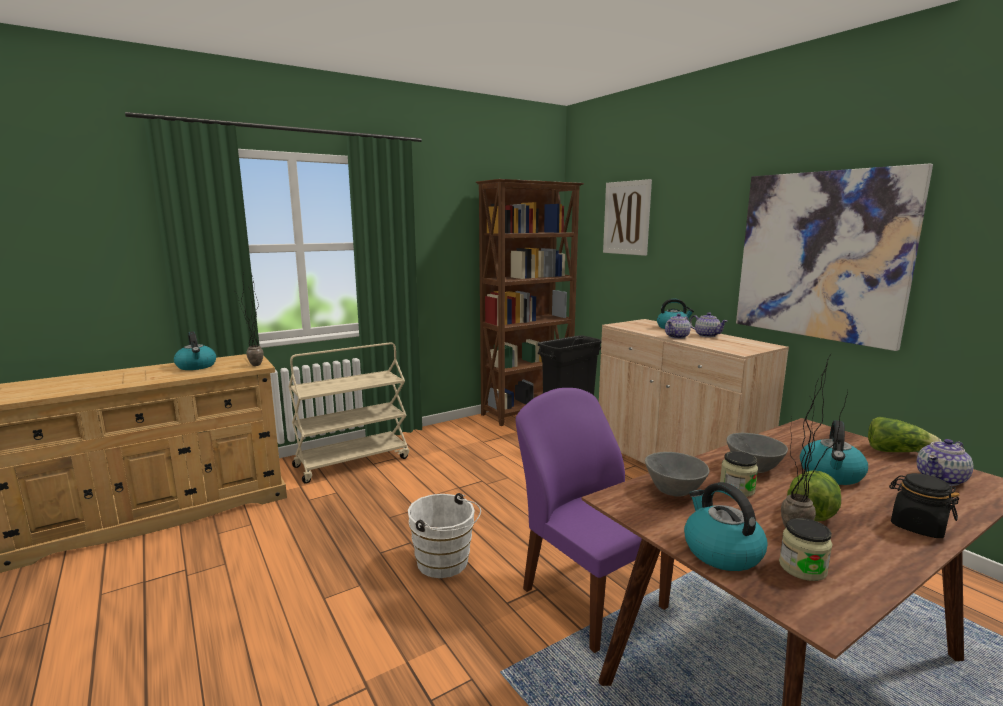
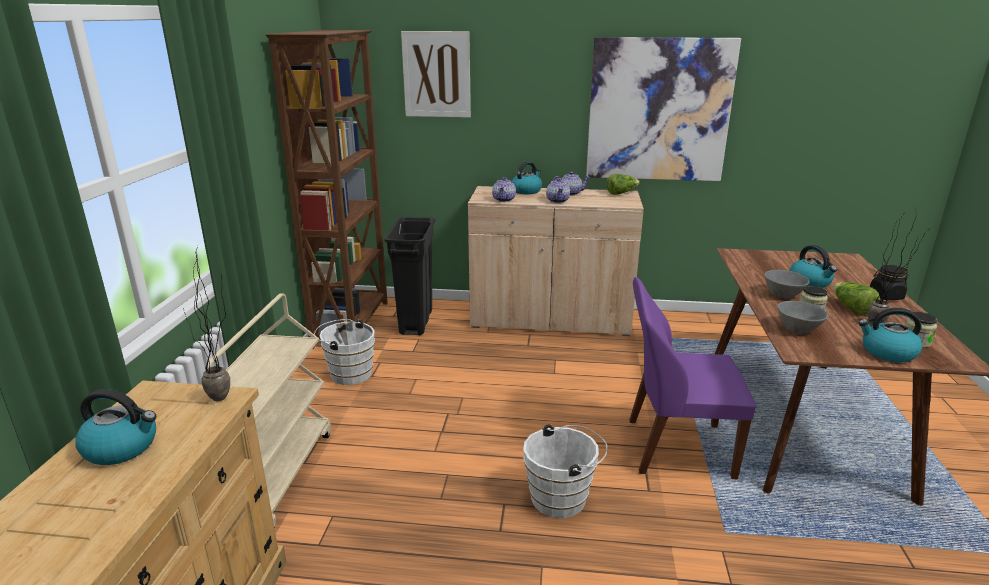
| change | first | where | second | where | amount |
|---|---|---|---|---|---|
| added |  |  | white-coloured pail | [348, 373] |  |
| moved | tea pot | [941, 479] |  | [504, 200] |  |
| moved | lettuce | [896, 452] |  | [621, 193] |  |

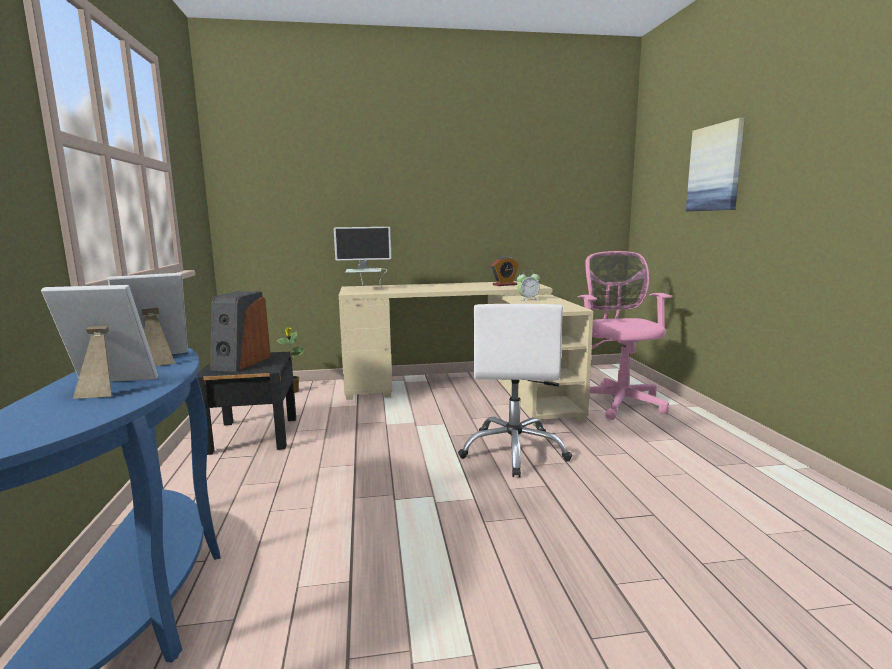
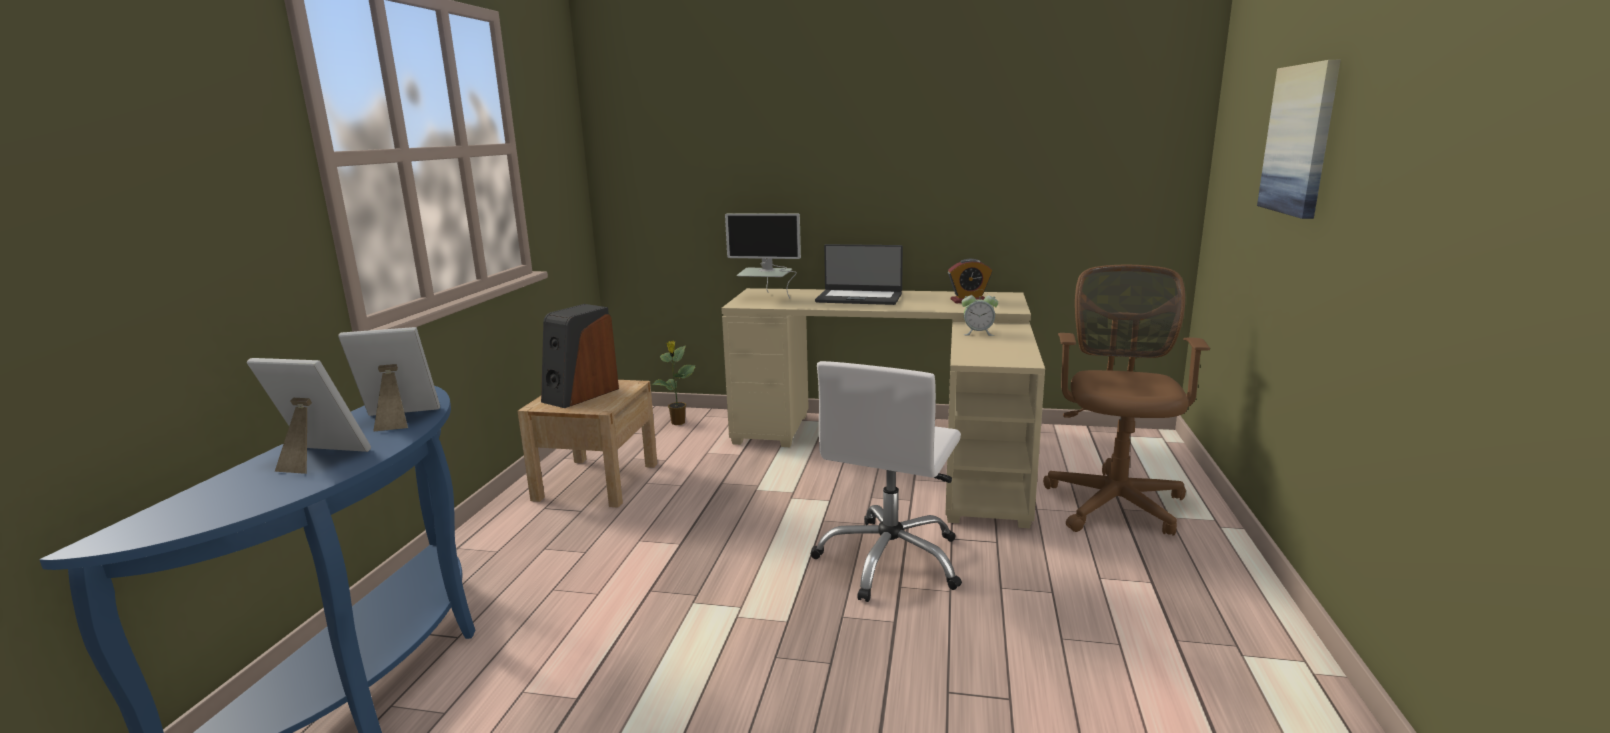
| change | first | where | second | where | amount |
|---|---|---|---|---|---|
| recoloured | black night table | [253, 435] | beige night table | [597, 481] |  |
| added |  |  | portable computer | [859, 298] |  |
| recoloured | pinkish office chair | [620, 401] | brown-coloured office chair | [1114, 501] |  |

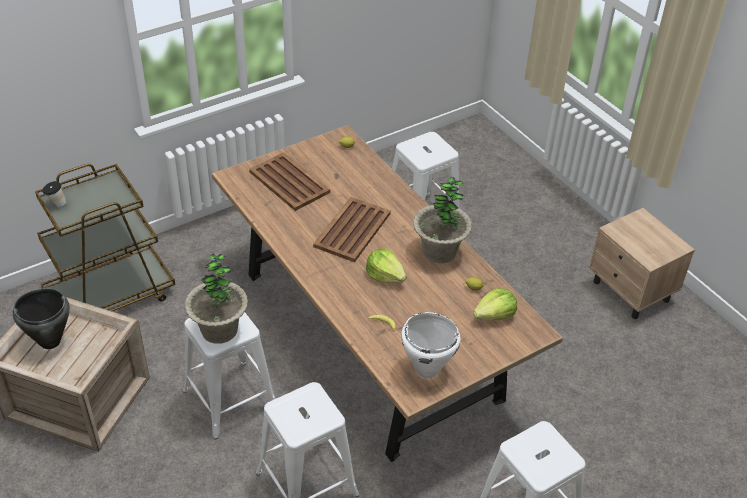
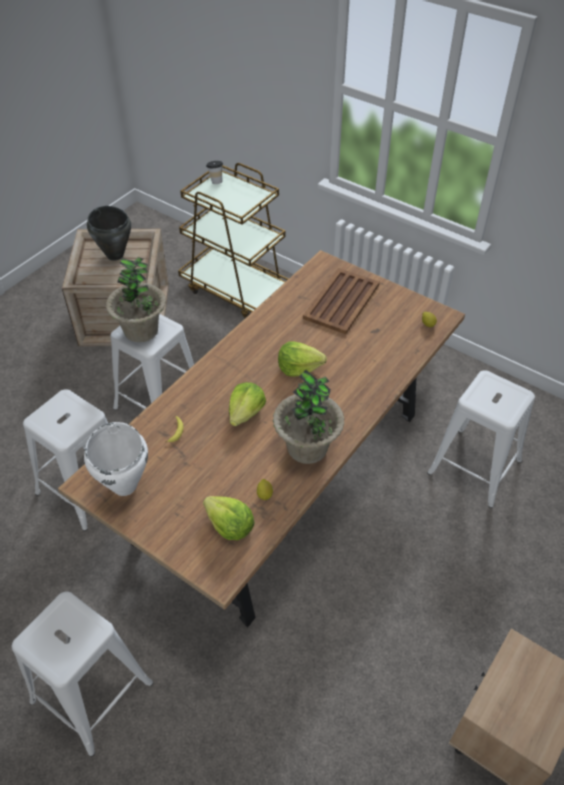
| change | first | where | second | where | amount |
|---|---|---|---|---|---|
| replaced | brown-coloured tray | [352, 230] | lettuce | [299, 367] |  |

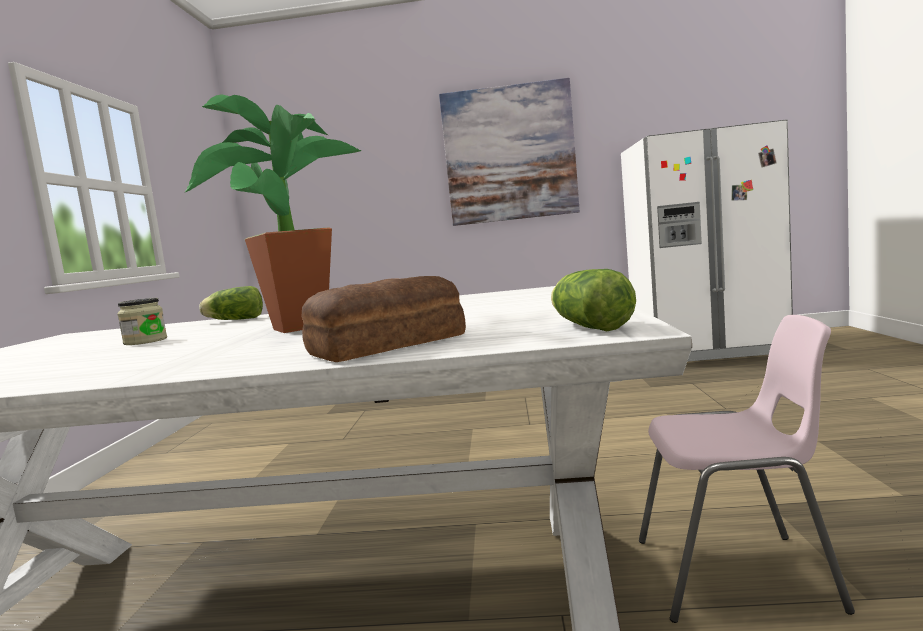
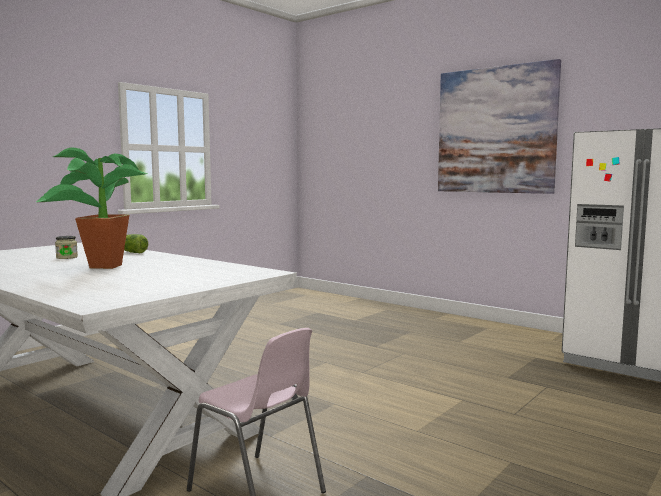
| change | first | where | second | where | amount |
|---|---|---|---|---|---|
| removed | bakery bread | [391, 345] |  |  |  |
| removed | lettuce | [588, 326] |  |  |  |

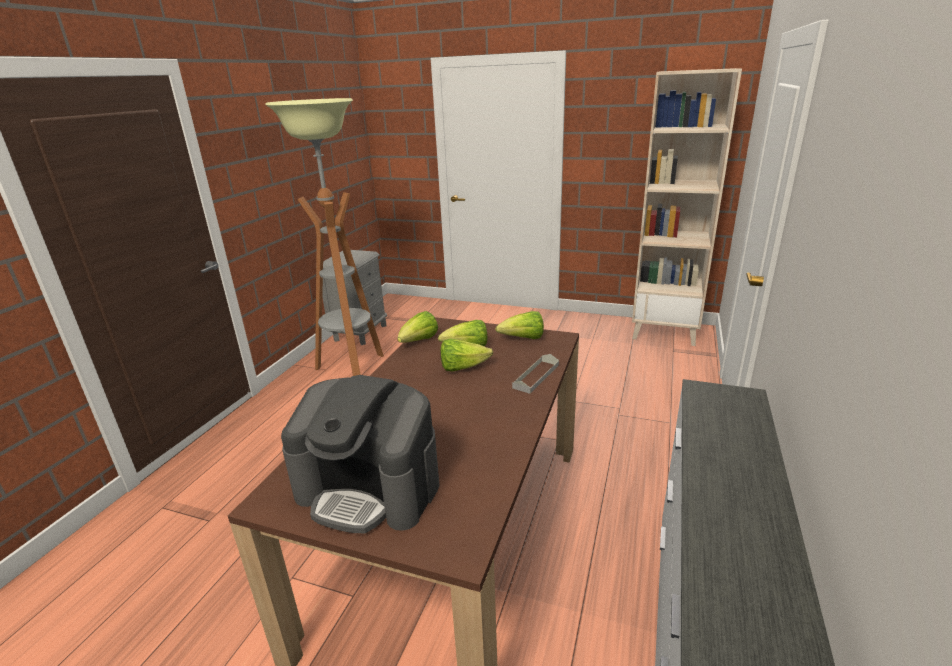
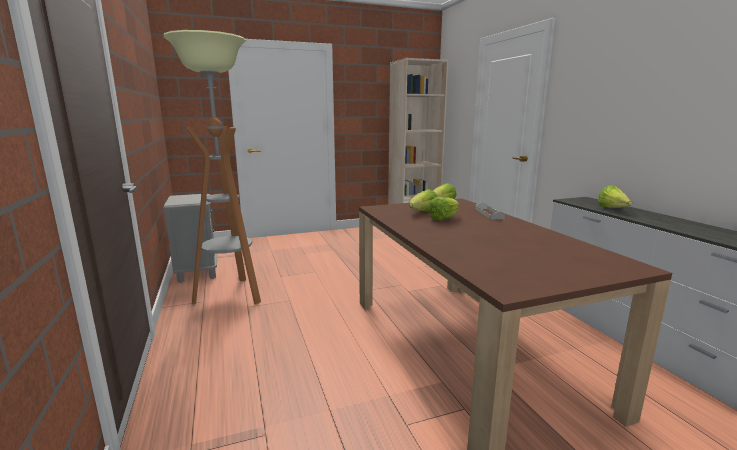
| change | first | where | second | where | amount |
|---|---|---|---|---|---|
| moved | lettuce | [419, 341] |  | [613, 209] |  |
| removed | coffee maker | [370, 488] |  |  |  |

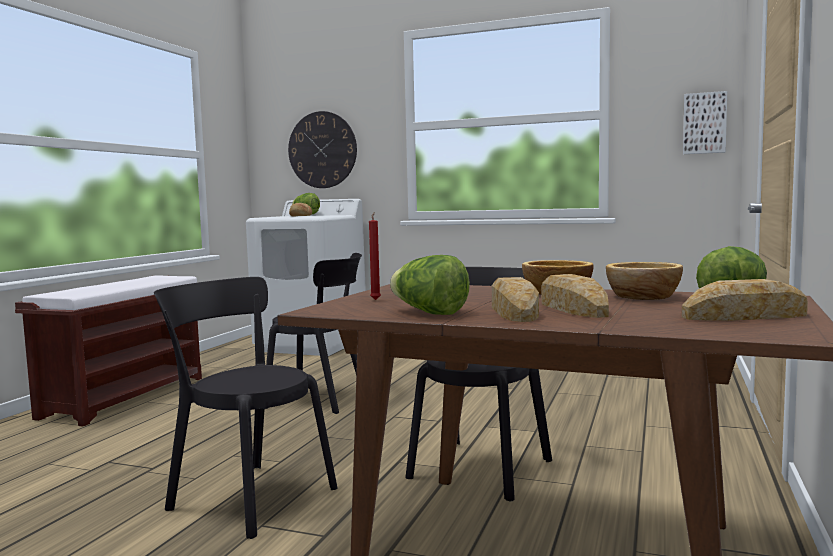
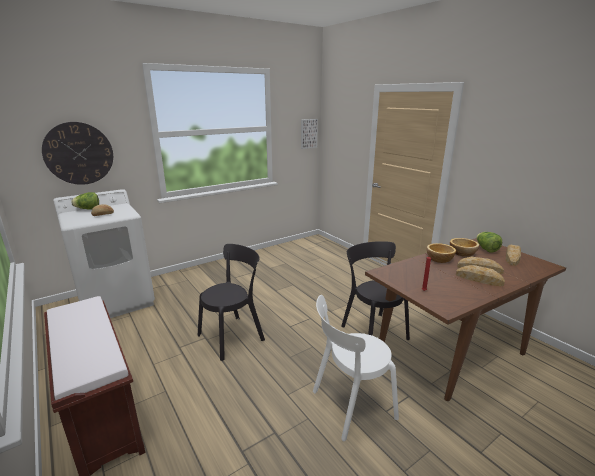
| change | first | where | second | where | amount |
|---|---|---|---|---|---|
| recoloured | black plain chair | [248, 496] | white-coloured plain chair | [350, 405] |  |
| removed | lettuce | [429, 313] |  |  |  |

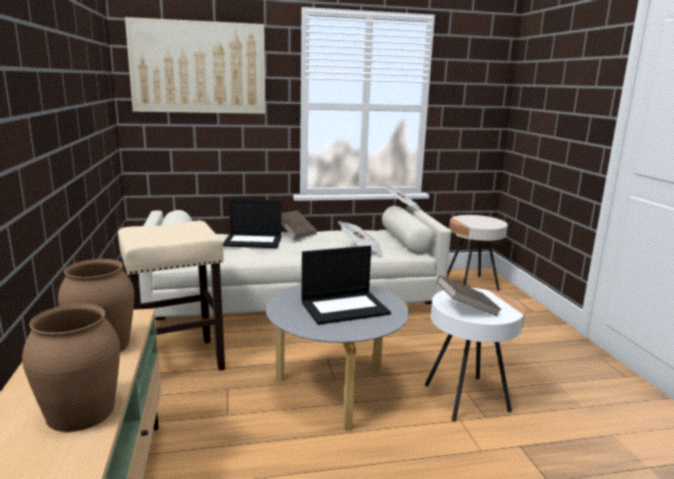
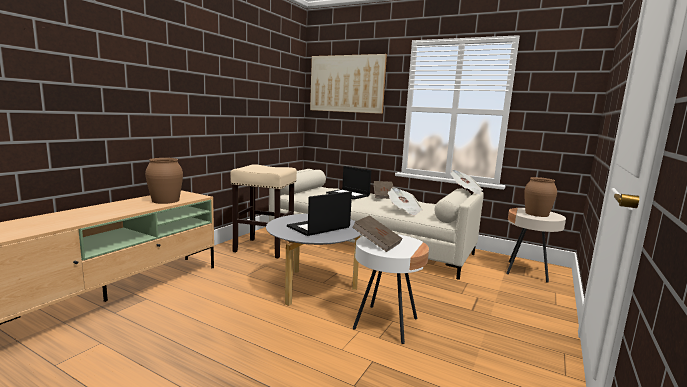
| change | first | where | second | where | amount |
|---|---|---|---|---|---|
| turned | portable computer | [345, 307] |  | [318, 227] | 120 degrees clockwise |
| moved | brown-coloured decorative vase | [80, 411] |  | [536, 214] |  |

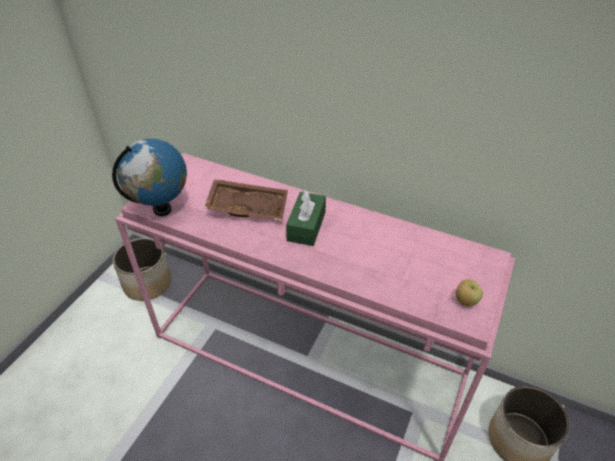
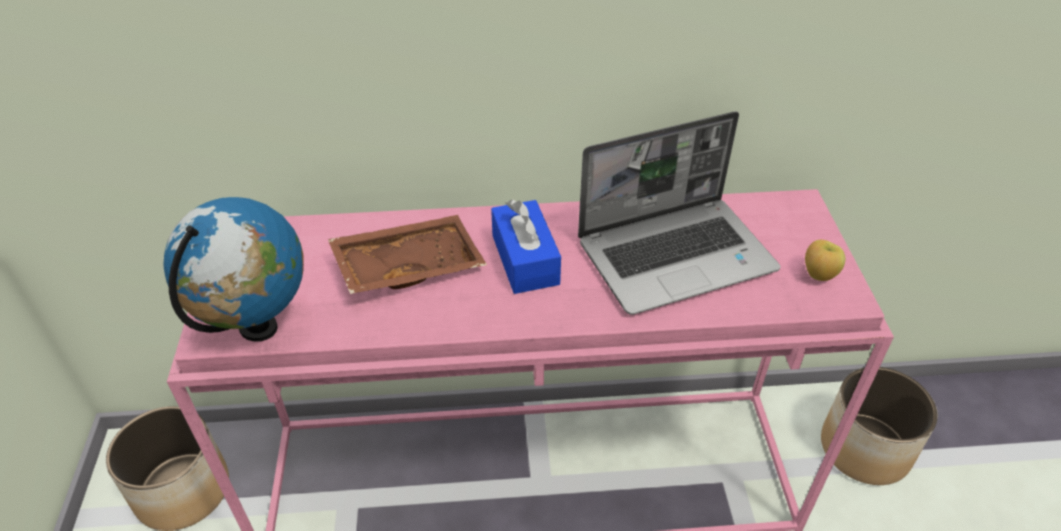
| change | first | where | second | where | amount |
|---|---|---|---|---|---|
| recoloured | green-coloured box of tissues | [306, 226] | blue box of tissues | [525, 259] |  |
| added |  |  | portable computer | [677, 255] |  |

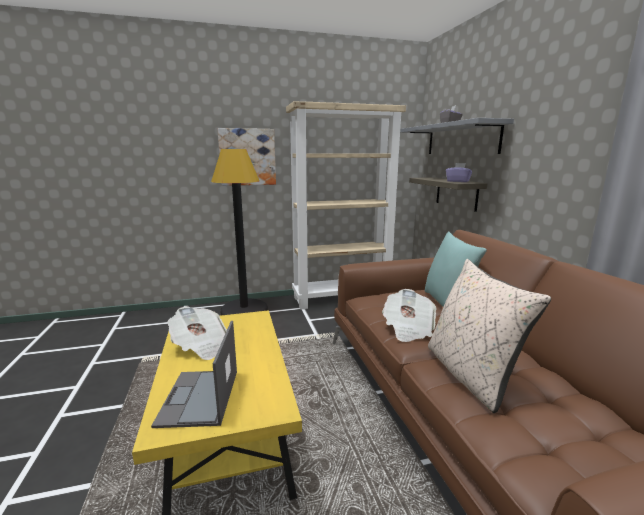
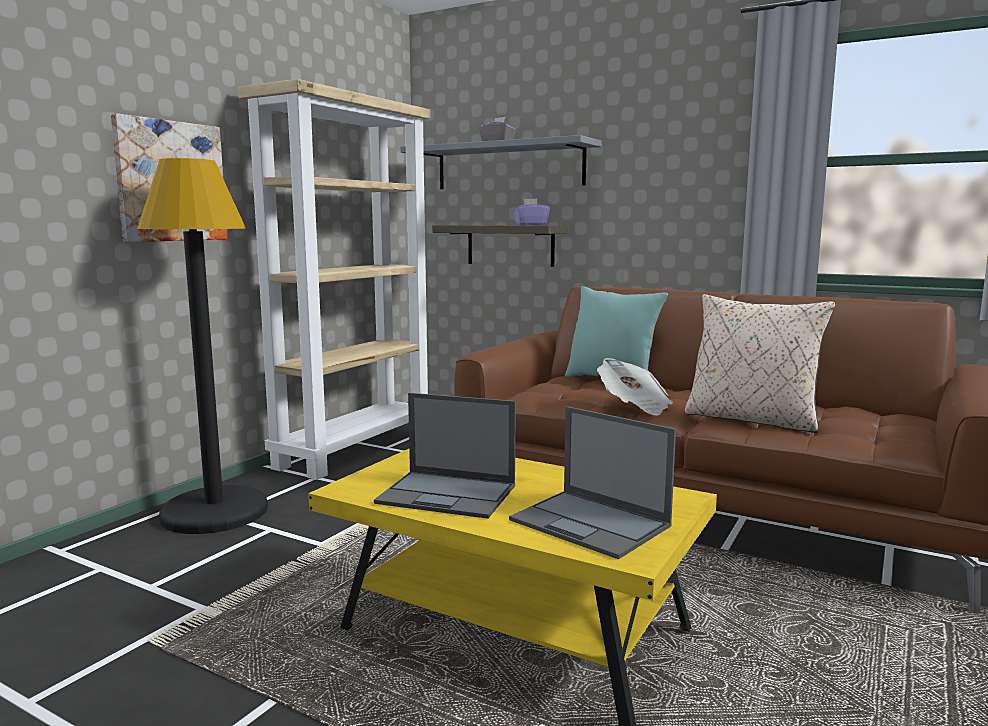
| change | first | where | second | where | amount |
|---|---|---|---|---|---|
| replaced | daily paper | [201, 346] | portable computer | [448, 494] |  |

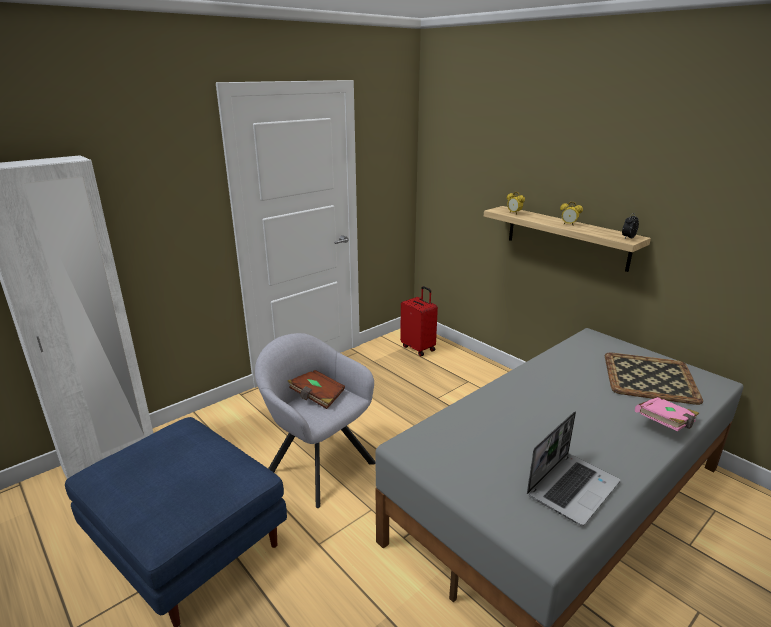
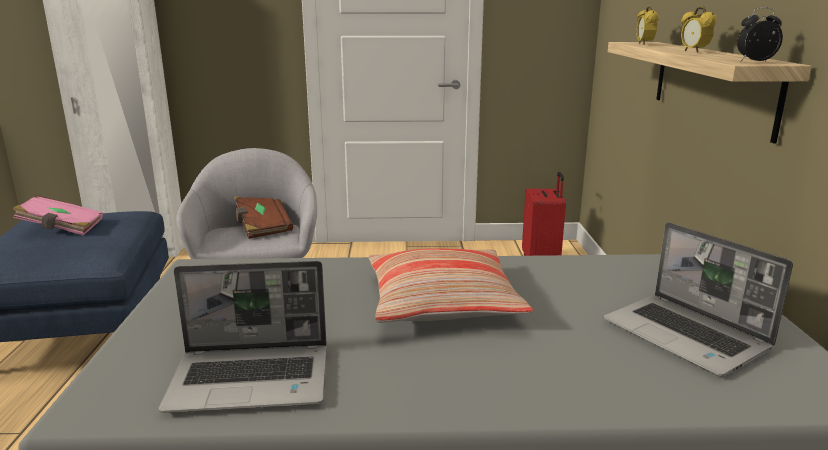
| change | first | where | second | where | amount |
|---|---|---|---|---|---|
| moved | pinkish bound book | [665, 424] |  | [62, 229] |  |
| added |  |  | pillow | [442, 302] |  |
| replaced | tray | [650, 377] | portable computer | [687, 336] |  |

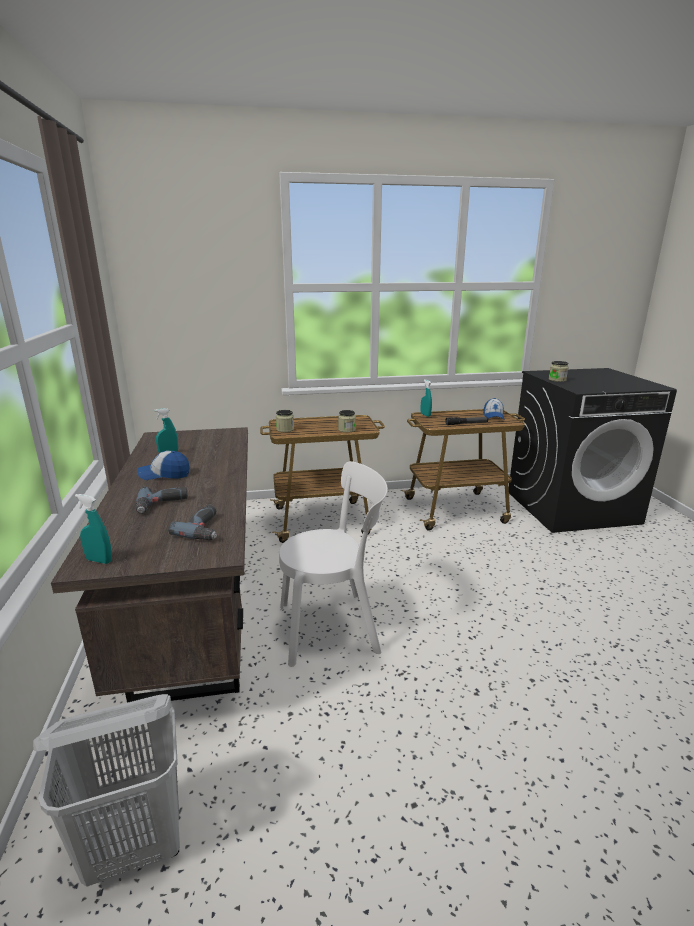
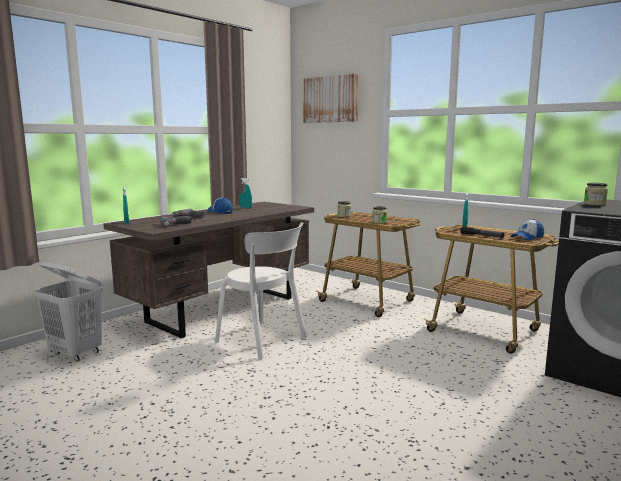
| change | first | where | second | where | amount |
|---|---|---|---|---|---|
| added |  |  | wall art | [330, 99] |  |

